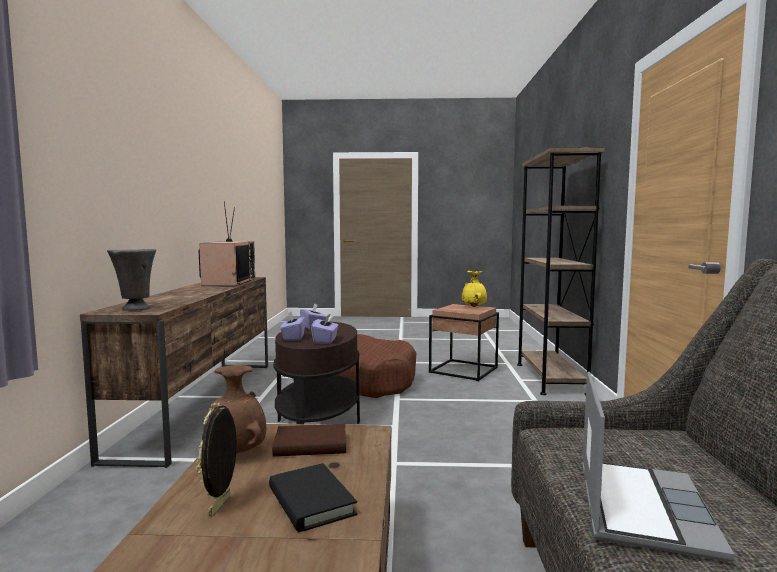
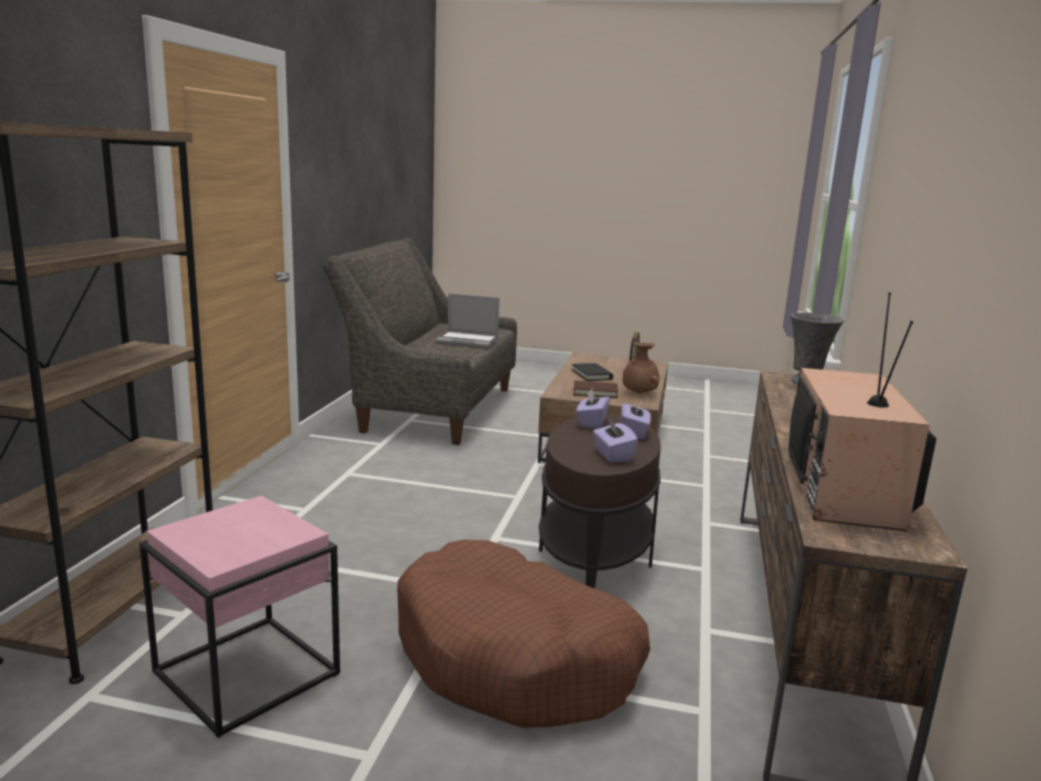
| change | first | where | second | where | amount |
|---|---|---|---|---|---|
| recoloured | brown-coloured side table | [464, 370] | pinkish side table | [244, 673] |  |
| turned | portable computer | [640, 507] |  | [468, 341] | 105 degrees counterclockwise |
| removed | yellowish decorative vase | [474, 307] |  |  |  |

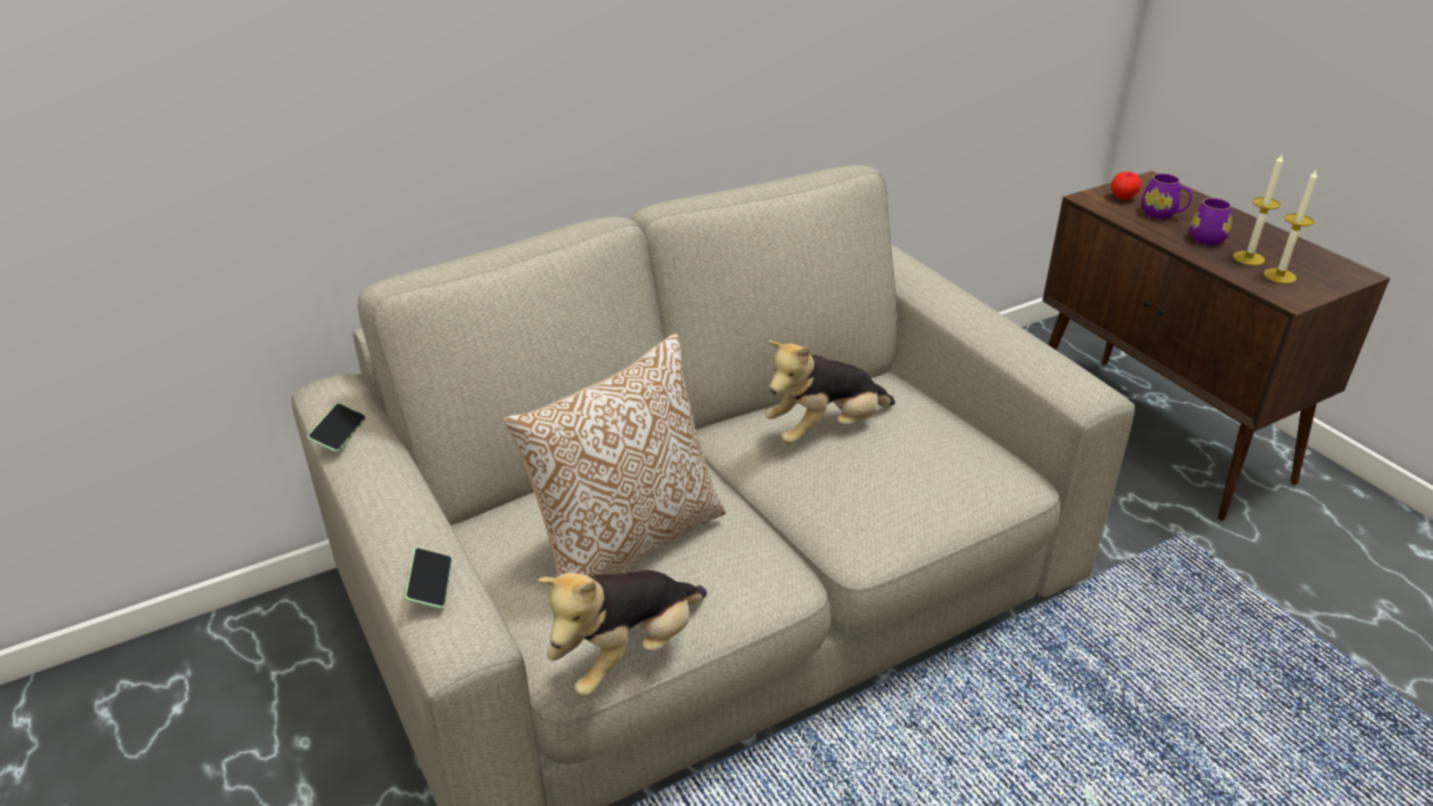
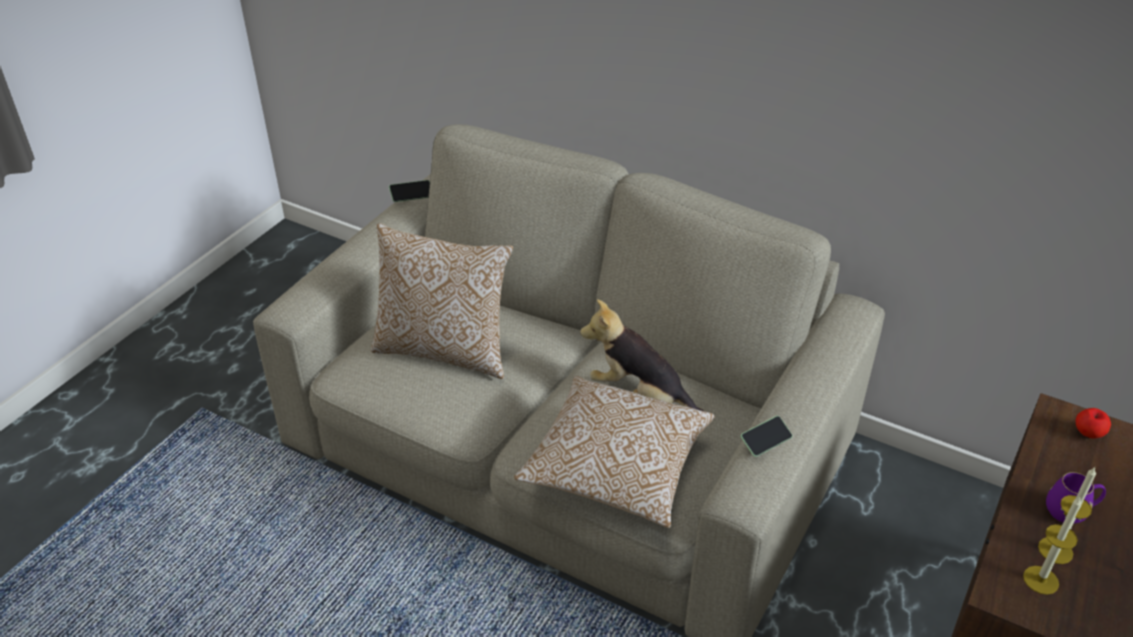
| change | first | where | second | where | amount |
|---|---|---|---|---|---|
| added |  |  | pillow | [616, 468] |  |
| moved | phone | [431, 586] |  | [765, 441] |  |
| removed | cuddly toy | [628, 654] |  |  |  |
| removed | purple coffee mug | [1162, 214] |  |  |  |

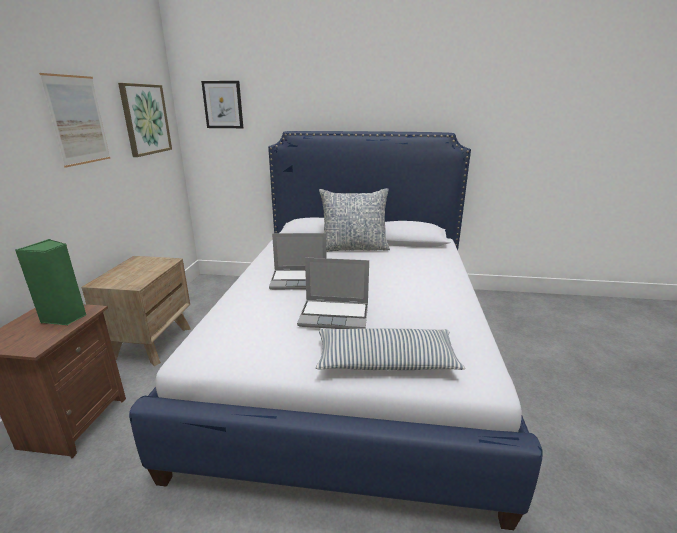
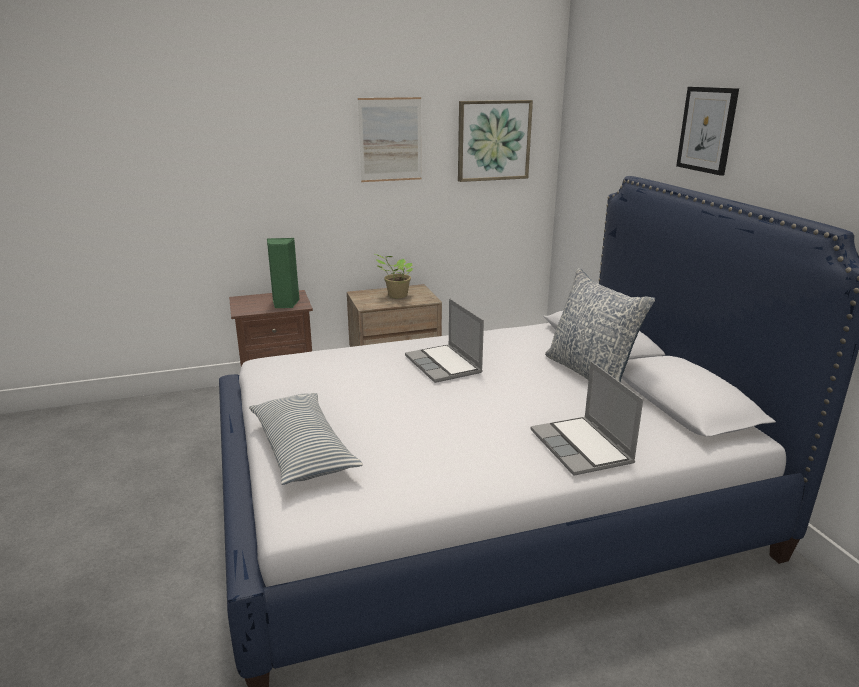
| change | first | where | second | where | amount |
|---|---|---|---|---|---|
| added |  |  | houseplant | [396, 295] |  |
| moved | portable computer | [335, 315] |  | [582, 448] |  |
| moved | wall art | [223, 105] |  | [707, 130] |  |

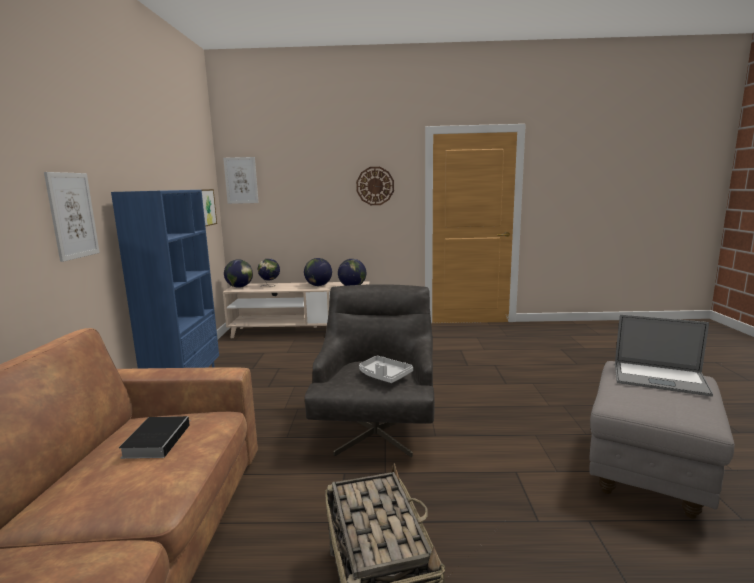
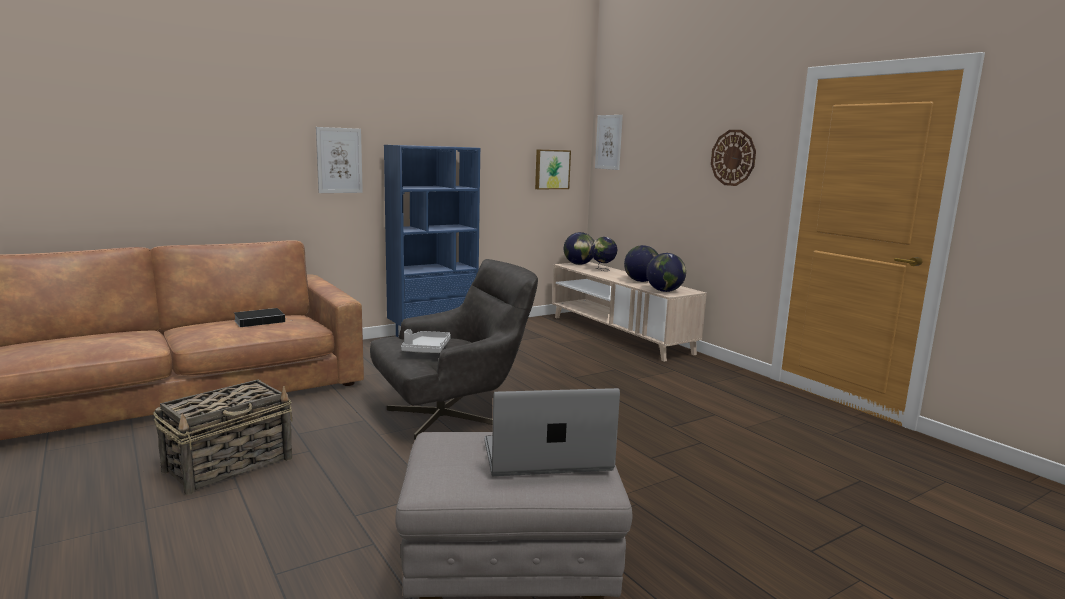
| change | first | where | second | where | amount |
|---|---|---|---|---|---|
| turned | portable computer | [659, 378] |  | [546, 455] | 90 degrees clockwise |

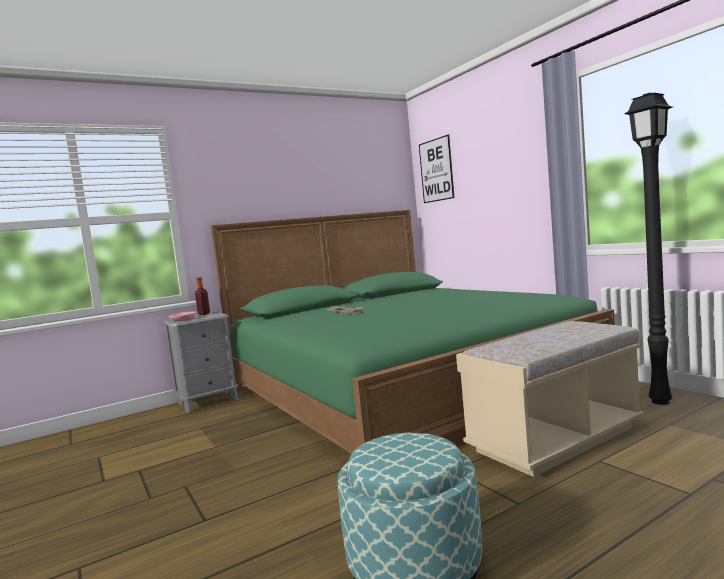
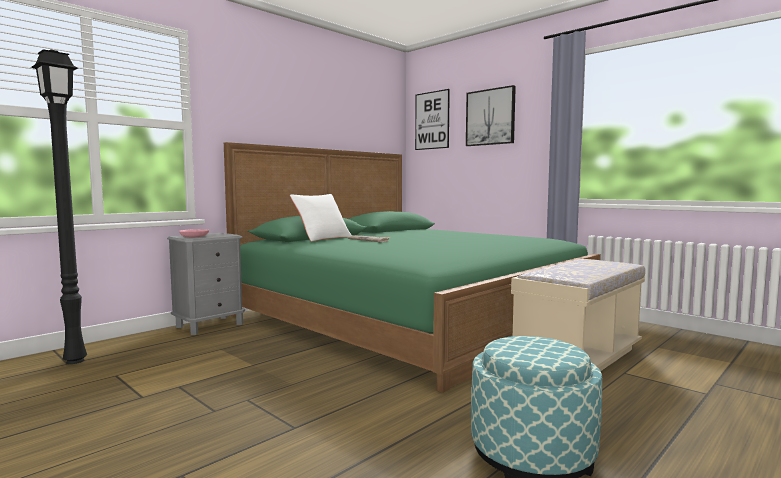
| change | first | where | second | where | amount |
|---|---|---|---|---|---|
| moved | black standard lamp | [662, 401] |  | [77, 361] |  |
| added |  |  | white-coloured pillow | [322, 238] |  |
| added |  |  | wall art | [490, 117] |  |
| removed | beverage bottle | [204, 314] |  |  |  |

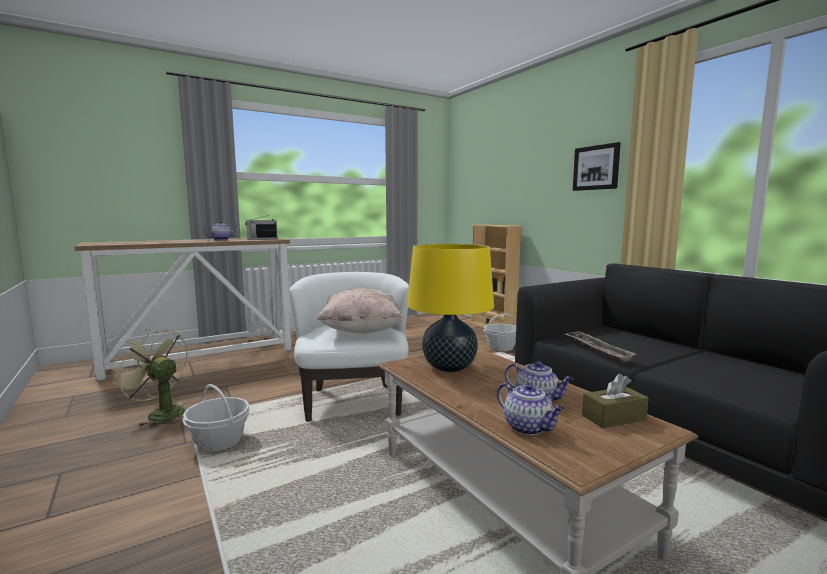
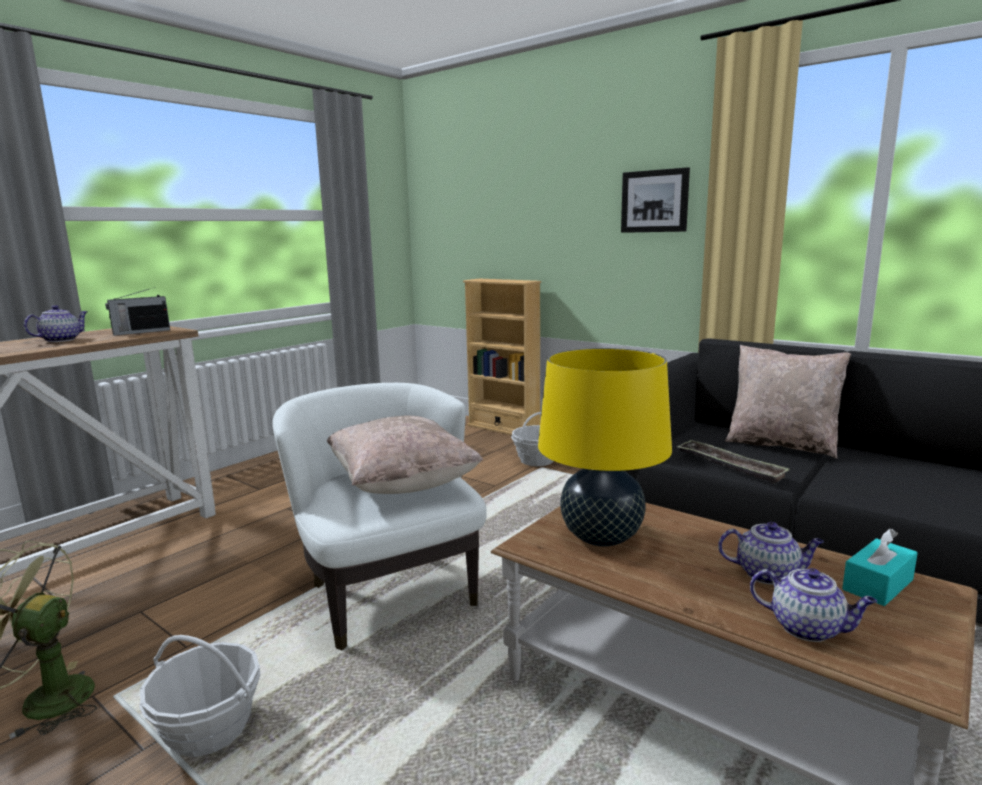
| change | first | where | second | where | amount |
|---|---|---|---|---|---|
| added |  |  | beige pillow | [781, 444] |  |
| recoloured | brown-coloured box of tissues | [613, 417] | turquoise-coloured box of tissues | [878, 584] |  |

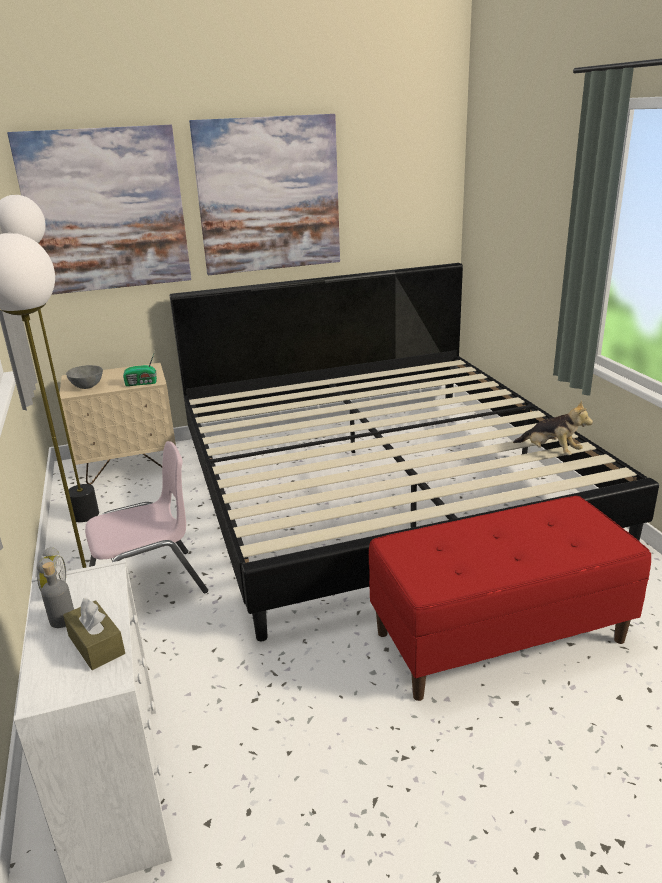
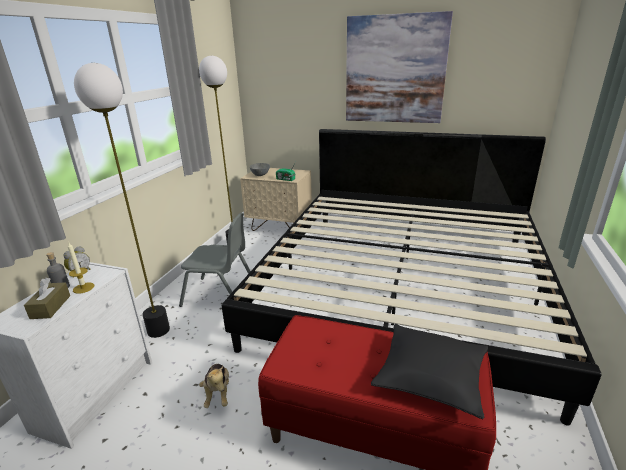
| change | first | where | second | where | amount |
|---|---|---|---|---|---|
| added |  |  | candle | [83, 288] |  |
| recoloured | pinkish plain chair | [148, 586] | greyish plain chair | [220, 294] |  |
| moved | cuddly toy | [550, 452] |  | [218, 393] |  |
| added |  |  | black pillow | [430, 376] |  |
| removed | wall art | [106, 211] |  |  |  |

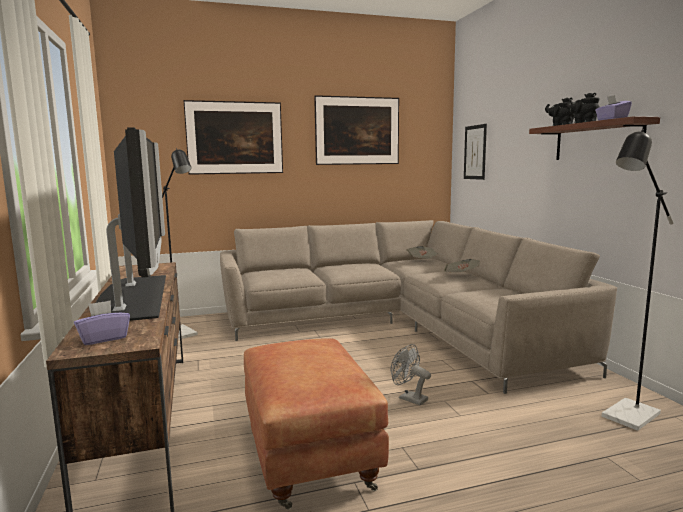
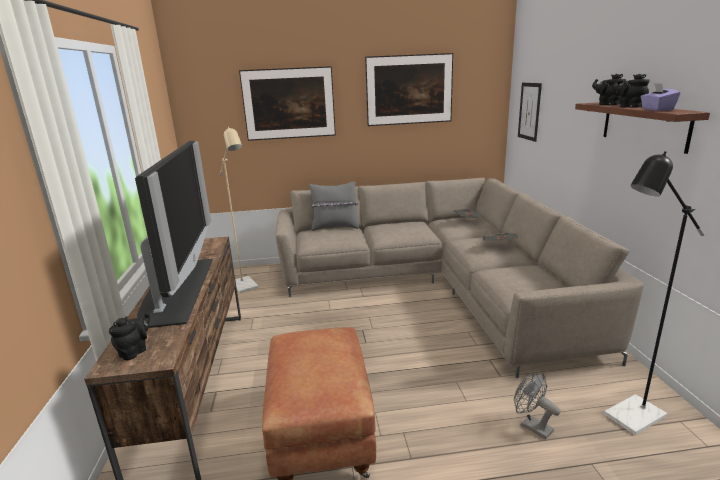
| change | first | where | second | where | amount |
|---|---|---|---|---|---|
| replaced | purple box of tissues | [103, 338] | black tea pot | [135, 351] |  |
| recoloured | black standard lamp | [183, 335] | beige standard lamp | [246, 287] |  |
| added |  |  | greyish pillow | [335, 227] |  |
| moved | greyish cooling fan | [409, 398] |  | [532, 426] |  |

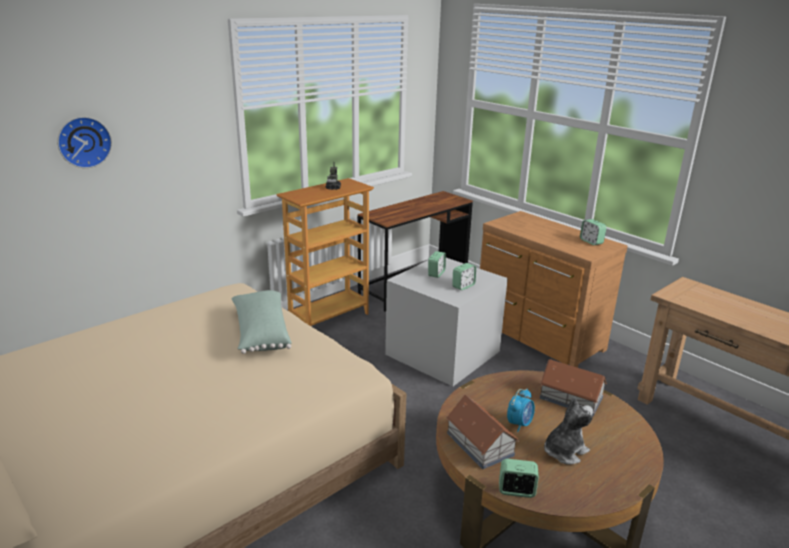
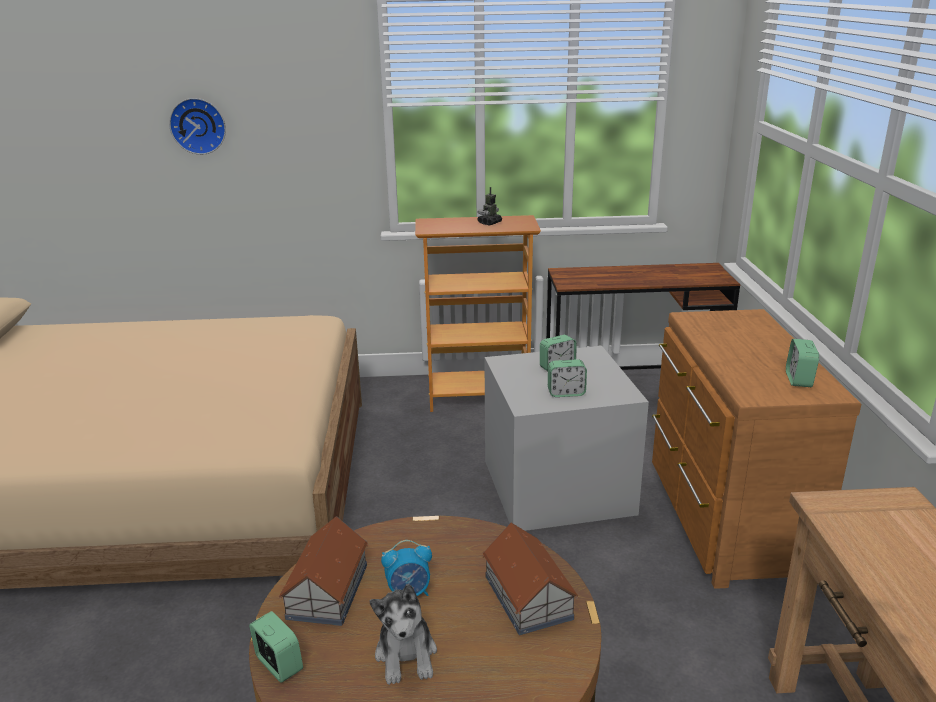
| change | first | where | second | where | amount |
|---|---|---|---|---|---|
| turned | cuddly toy | [564, 451] |  | [406, 655] | 75 degrees clockwise |
| removed | green-coloured pillow | [261, 333] |  |  |  |

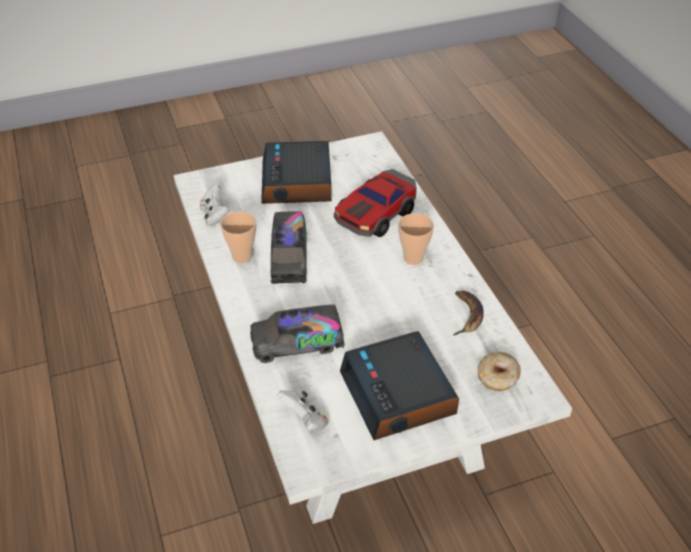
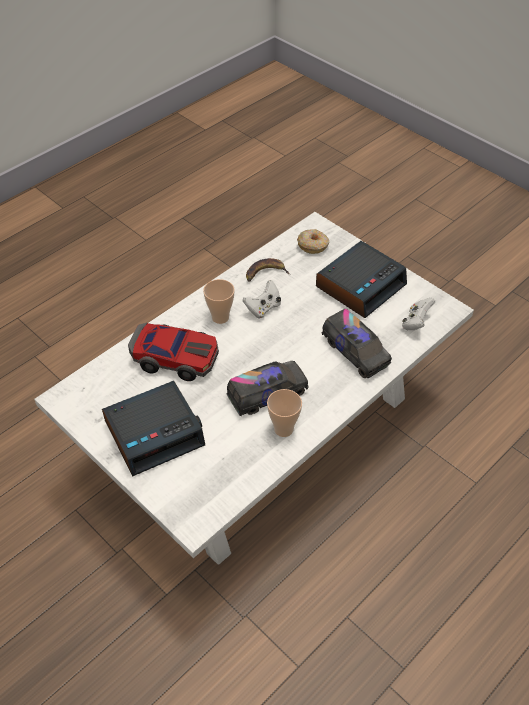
| change | first | where | second | where | amount |
|---|---|---|---|---|---|
| moved | white-coloured game controller | [214, 215] |  | [263, 308] |  |

